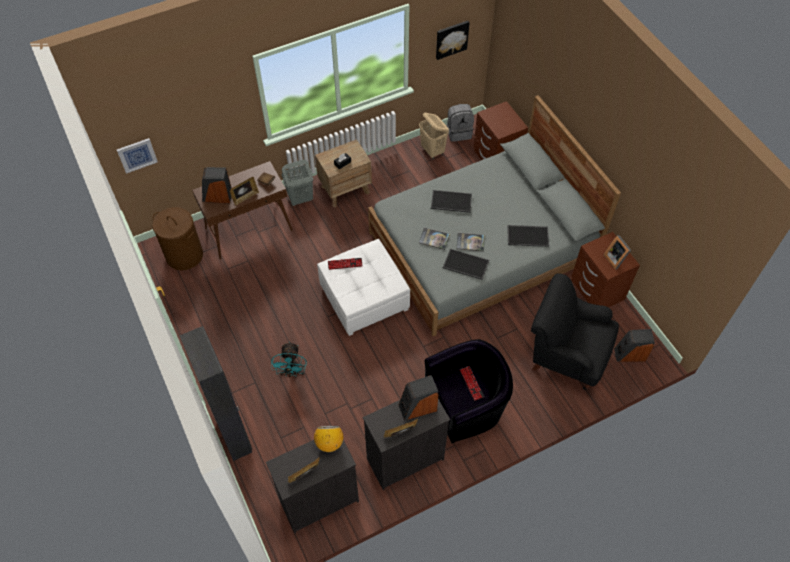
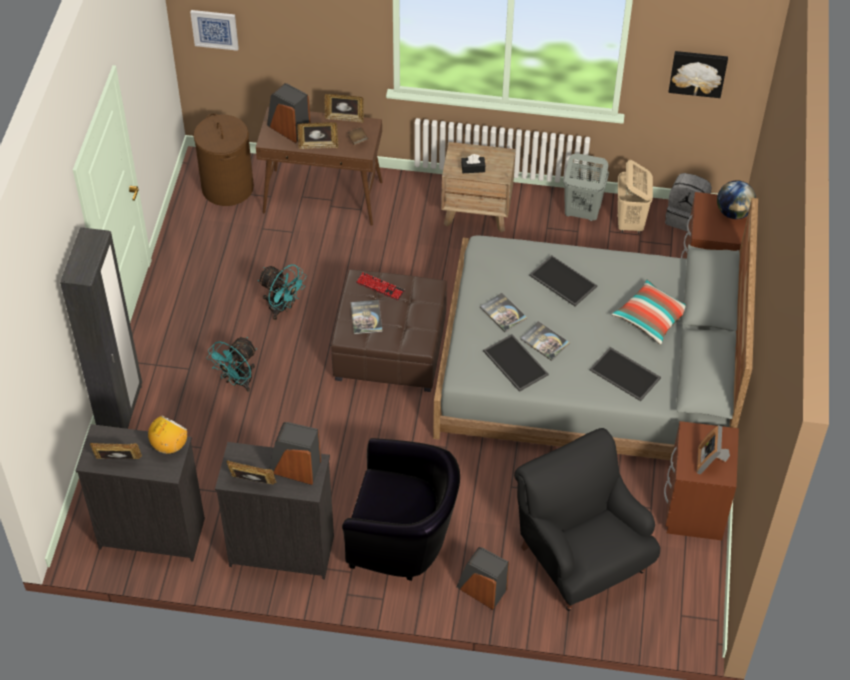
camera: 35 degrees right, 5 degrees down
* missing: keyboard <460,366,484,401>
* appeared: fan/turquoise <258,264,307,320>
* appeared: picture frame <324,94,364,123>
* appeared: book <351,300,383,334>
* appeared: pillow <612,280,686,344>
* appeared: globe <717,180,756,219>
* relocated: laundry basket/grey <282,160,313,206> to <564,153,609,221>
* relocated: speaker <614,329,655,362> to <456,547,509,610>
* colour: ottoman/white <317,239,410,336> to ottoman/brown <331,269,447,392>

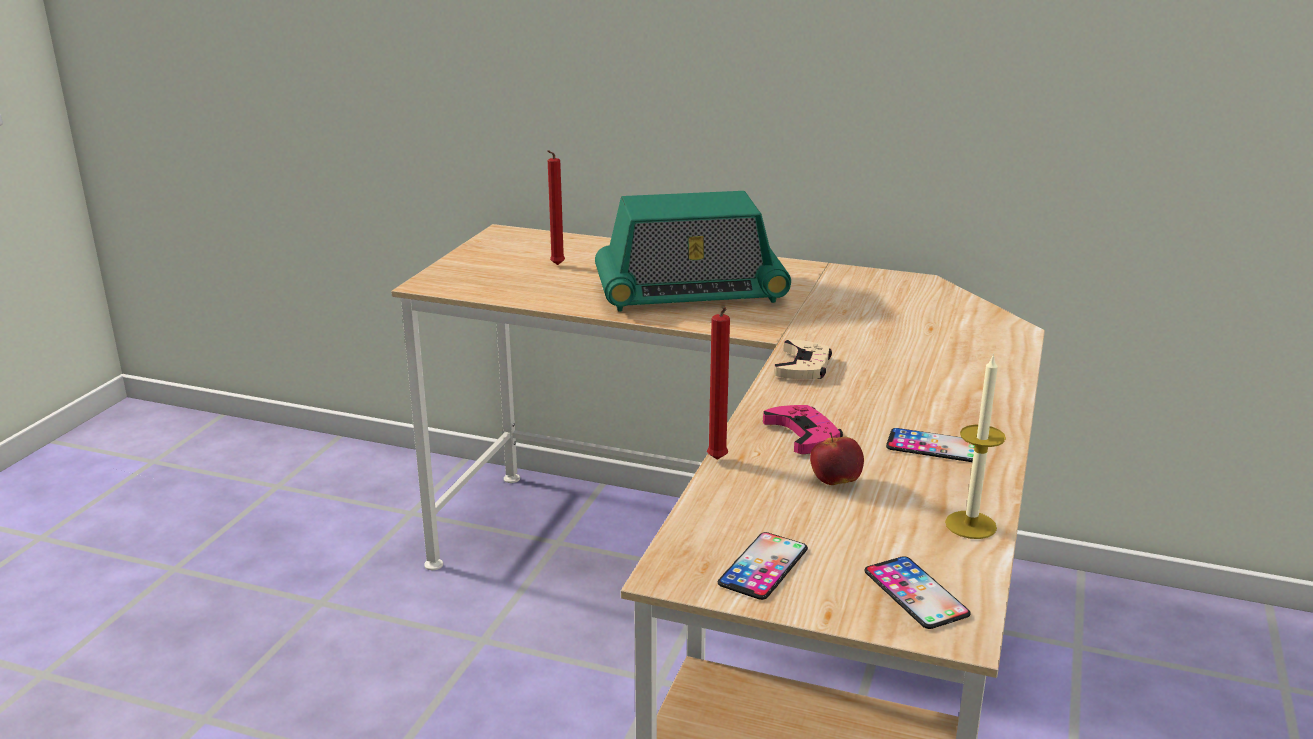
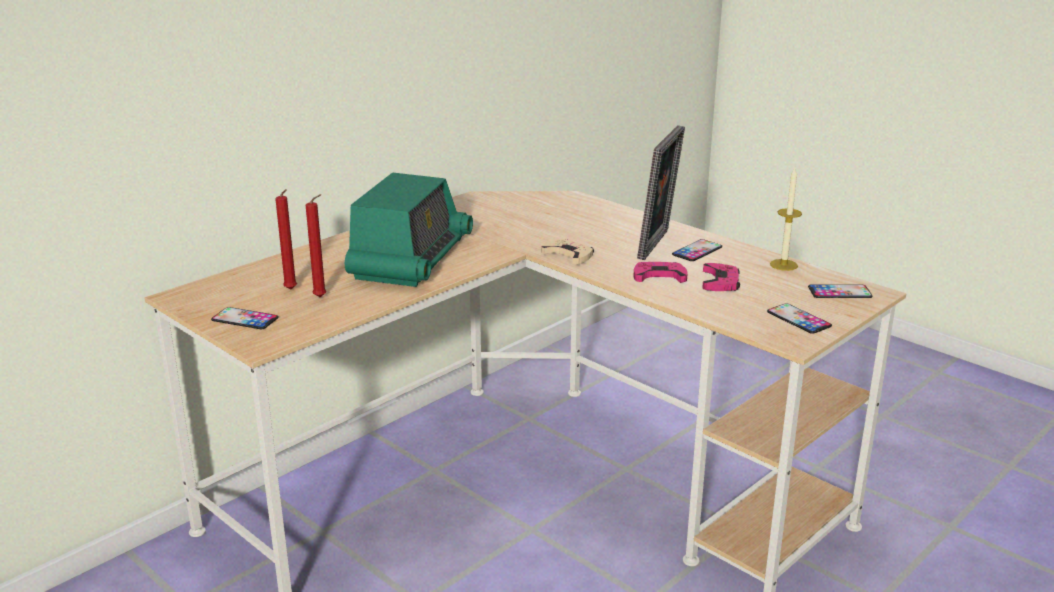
camera: 65 degrees left, 0 degrees up
* appeared: phone <211,307,279,329>
* appeared: picture frame <637,125,685,260>
* relocated: candle/red <707,307,730,460> to <306,194,327,297>
* exchanged: apple <810,432,864,485> to game controller/pink <702,263,740,291>

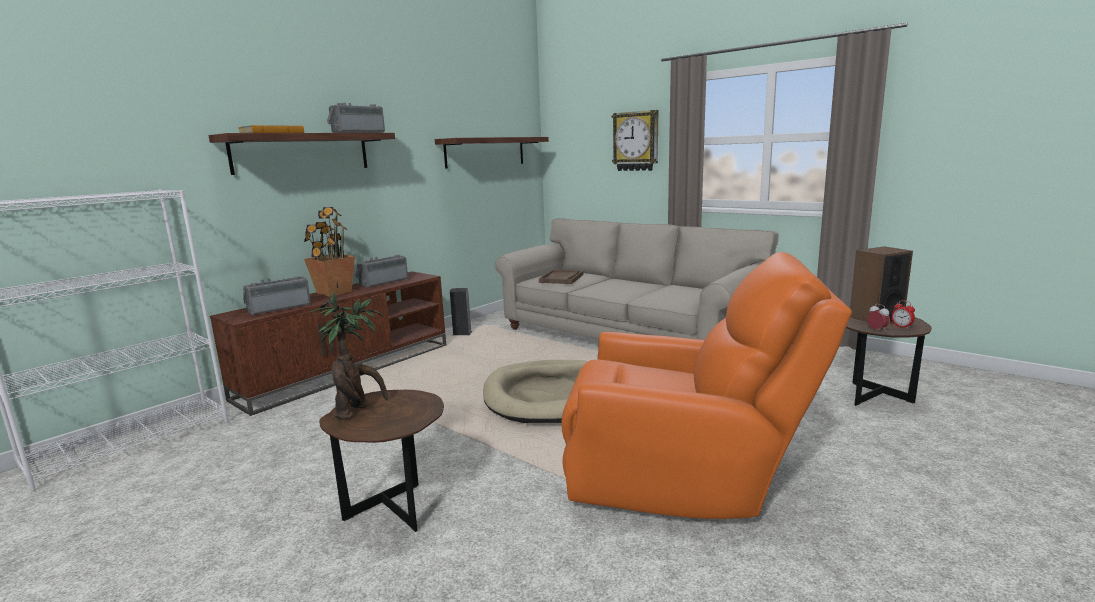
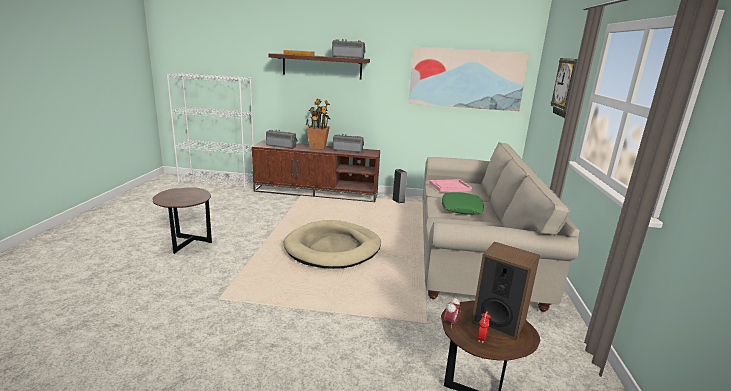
camera: 55 degrees right, 5 degrees up
* missing: potted plant <310,291,388,418>
* missing: armchair/orange <561,252,852,519>
* appeared: pillow/green <442,192,484,215>
* exchanged: shelf <435,137,549,168> to picture <408,46,529,111>
* colour: tray/brown <539,270,584,284> to tray/pink <429,179,472,192>

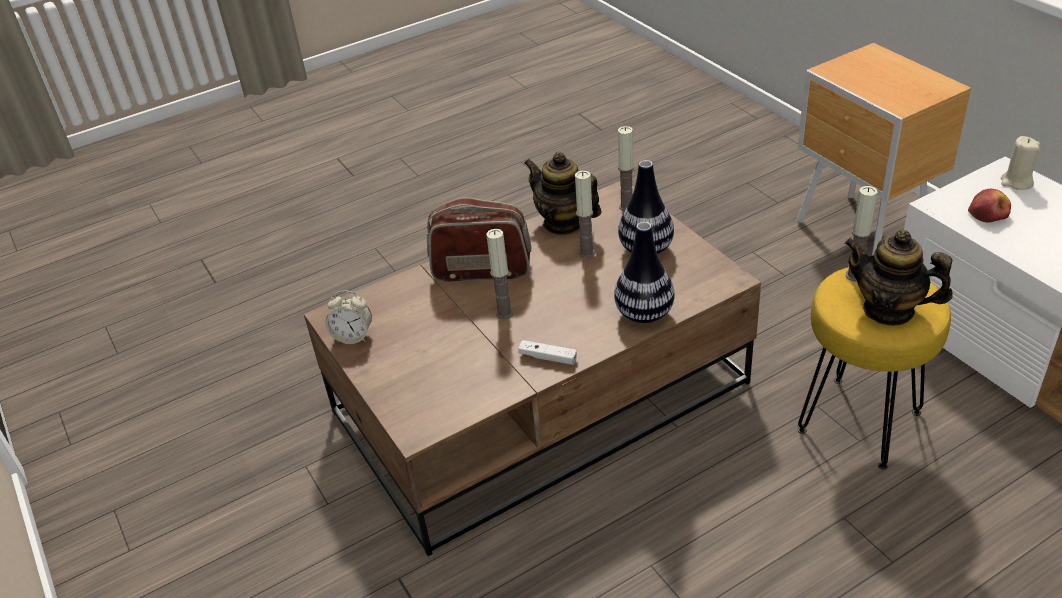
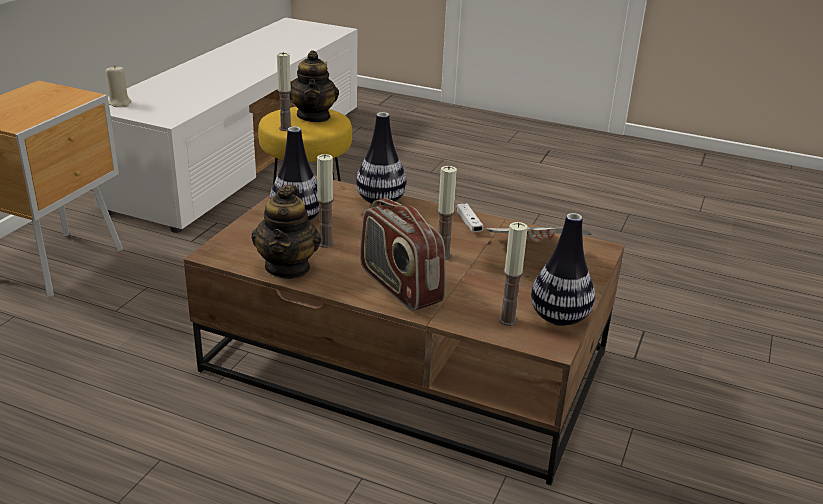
camera: 130 degrees left, 10 degrees down
* missing: apple <968,189,1011,222>
* appeared: newspaper <486,227,593,242>
* relocated: candle <618,126,634,211> to <499,222,528,326>
* exchanged: alarm clock <326,291,372,344> to vase <531,213,595,326>

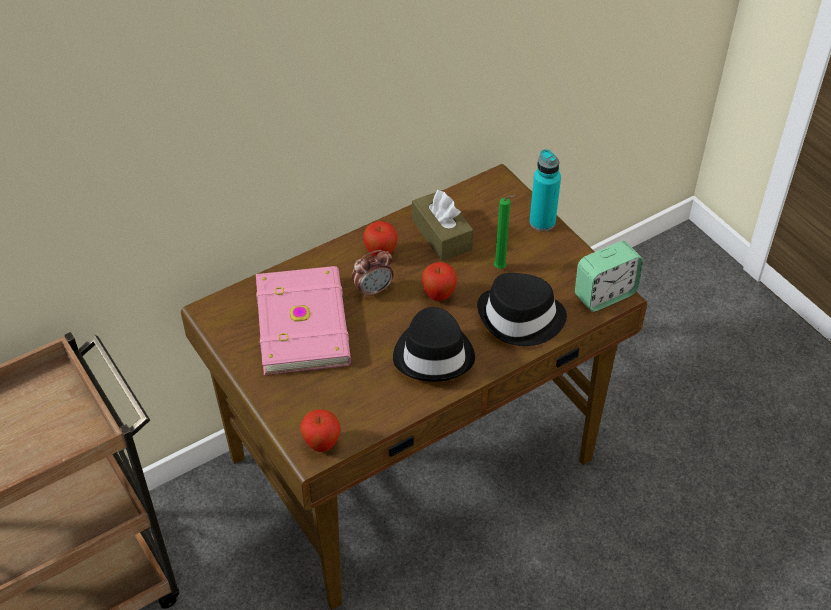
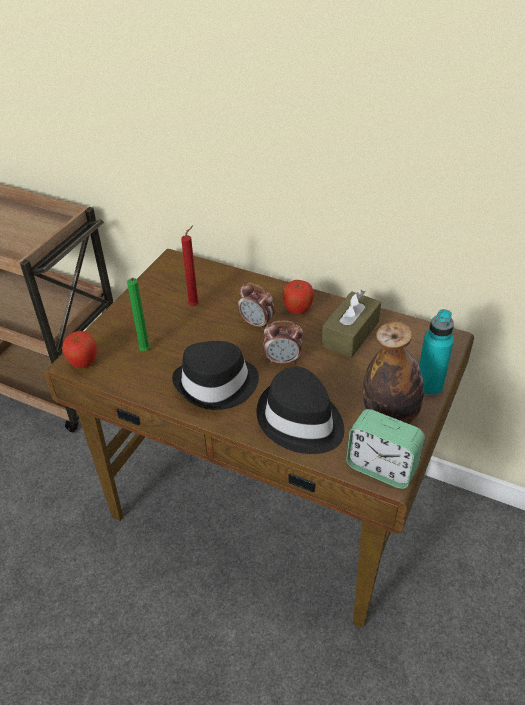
camera: 60 degrees right, 5 degrees down
* appeared: bottle <363,321,424,424>
* relocated: candle/green <494,195,516,269> to <127,278,150,351>
* exchanged: book/pink <256,266,351,375> to candle/red <181,225,199,306>
* exchanged: apple <422,262,457,301> to alarm clock <263,320,303,364>

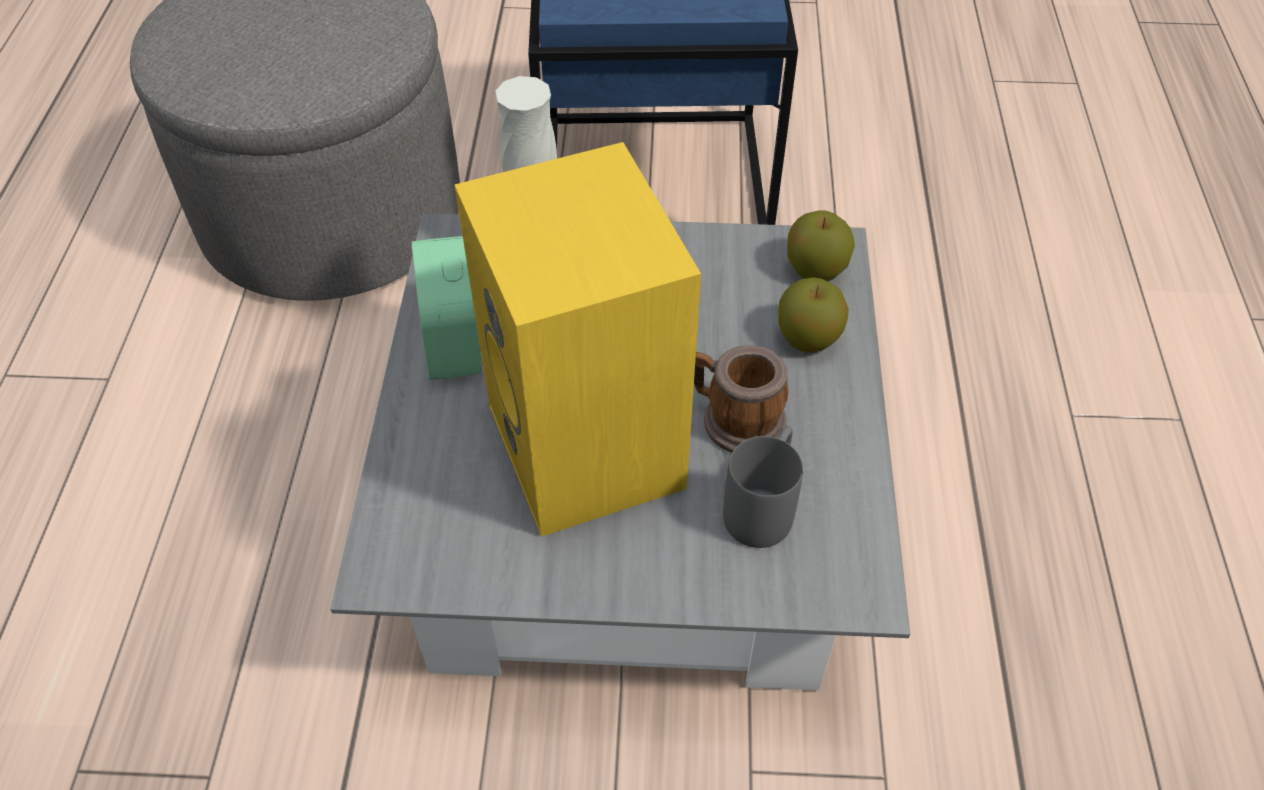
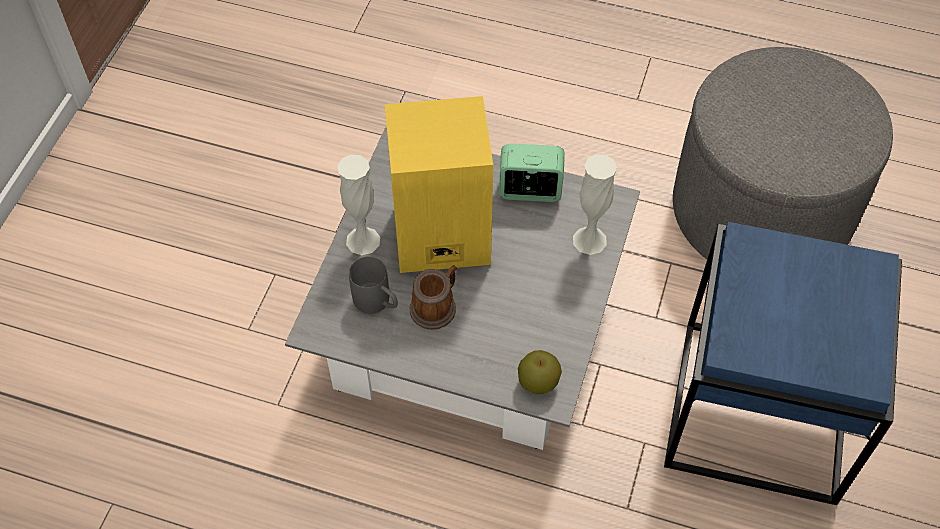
camera: 105 degrees right, 5 degrees up
* missing: apple <778,277,849,353>
* appeared: vase/white <337,155,380,255>

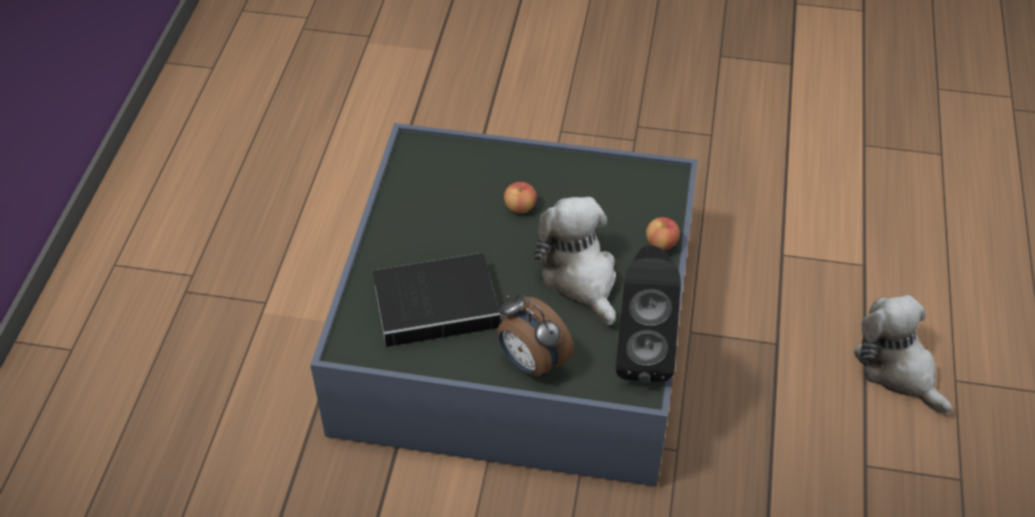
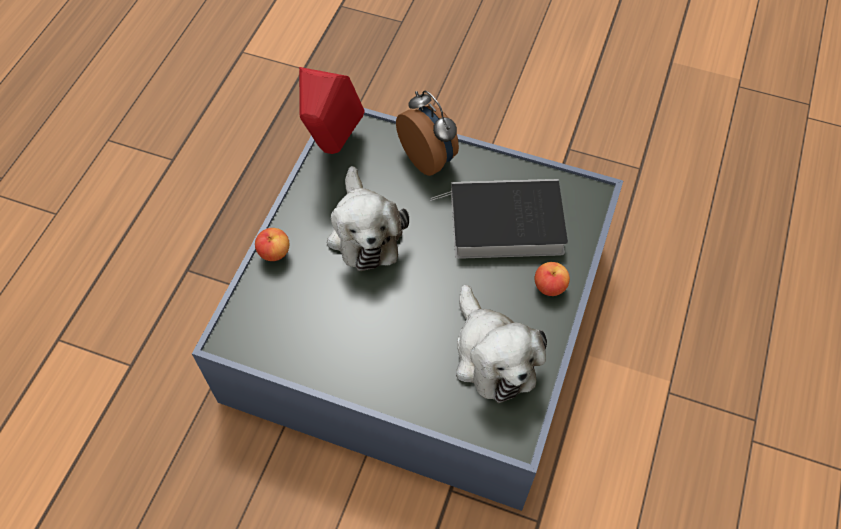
camera: 170 degrees left, 10 degrees up
* relocated: apple <504,182,537,213> to <535,262,570,296>
* relocated: plush toy <854,295,952,414> to <456,285,547,403>
* colour: speaker/black <616,245,681,383> to speaker/red <299,67,365,154>

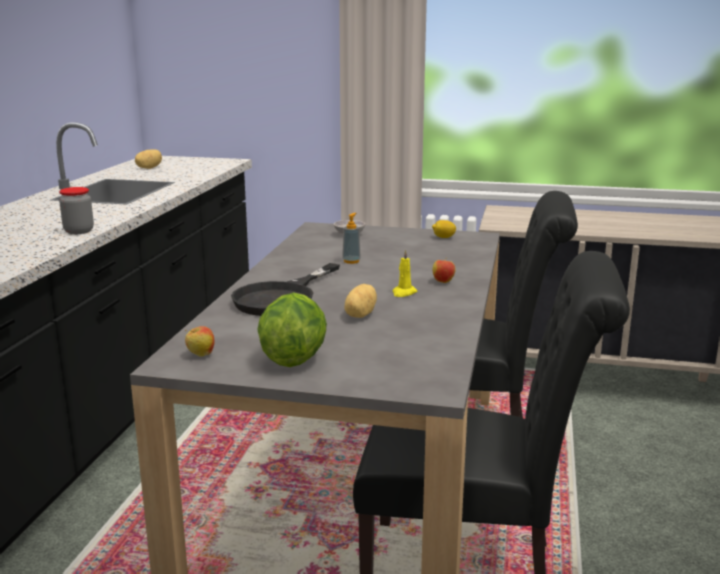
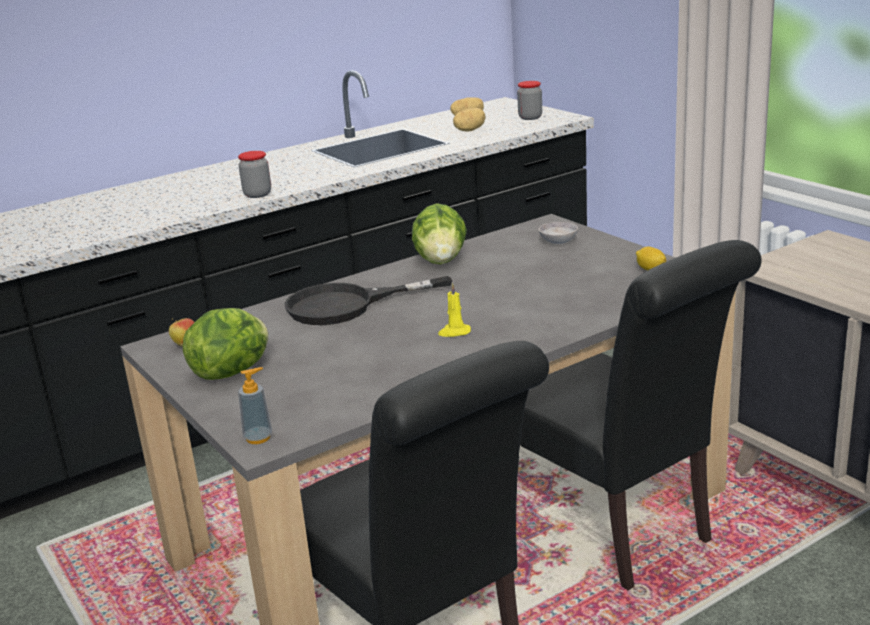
camera: 45 degrees right, 5 degrees up
* missing: apple <433,258,455,283>
* appeared: lettuce <412,203,467,264>
* appeared: jar <517,81,542,120>
* relocated: soap dispenser <342,213,361,264> to <238,367,272,444>
* relocated: potato <344,284,377,318> to <453,108,486,132>

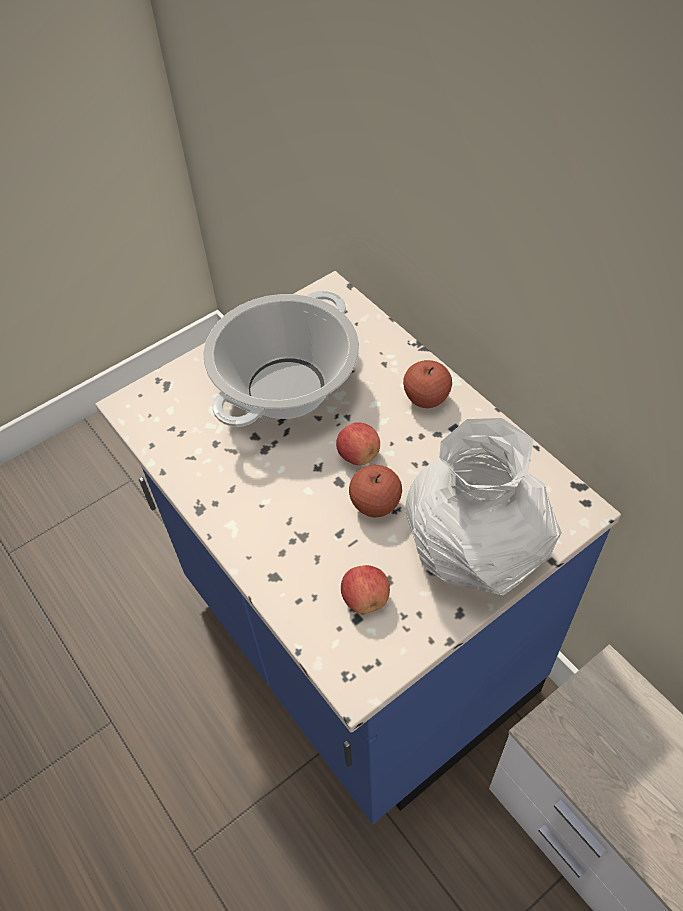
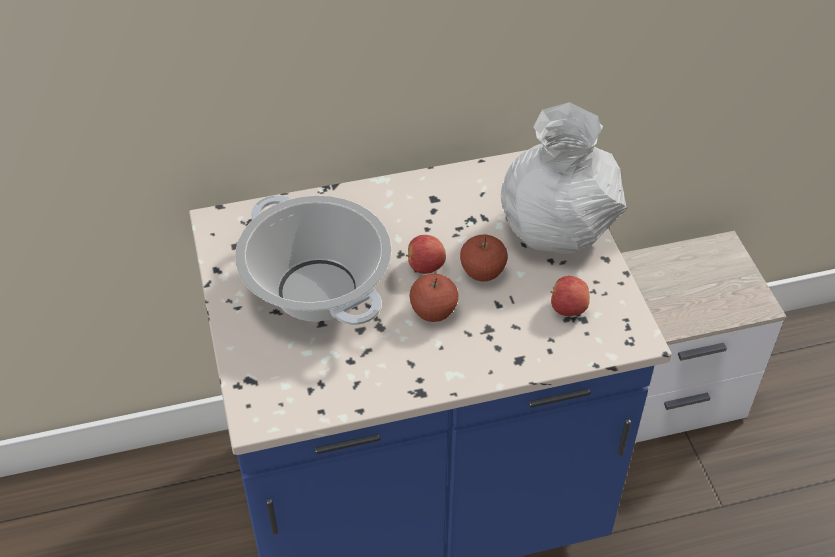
camera: 70 degrees left, 5 degrees down
* relocated: apple <403,360,452,408> to <410,274,458,322>

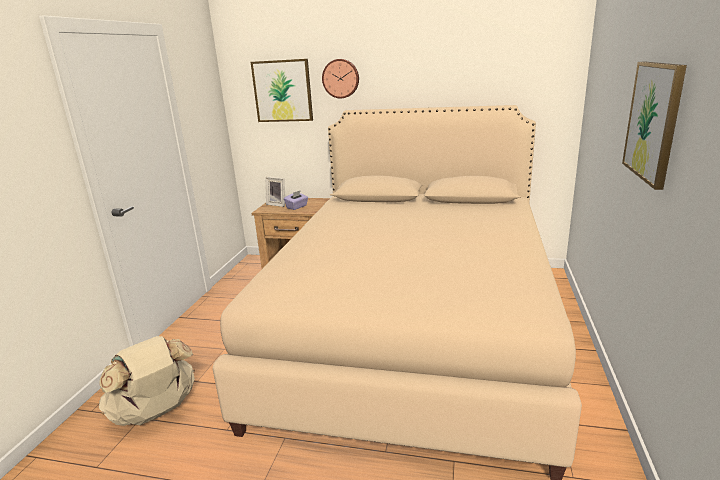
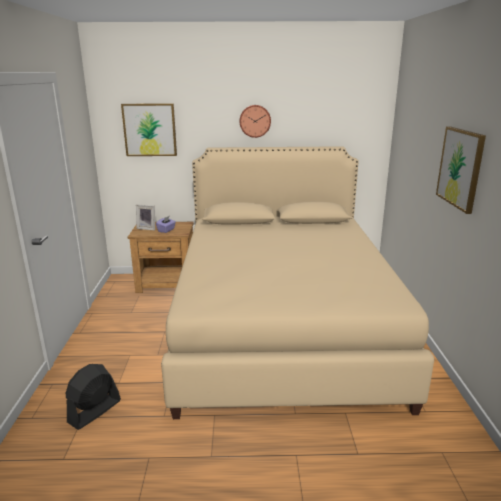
camera: 15 degrees left, 0 degrees up
* relocated: wall clock <322,59,359,98> to <240,105,271,138>
* exchanged: backpack/beige <99,336,195,426> to fan/black <66,364,121,430>

